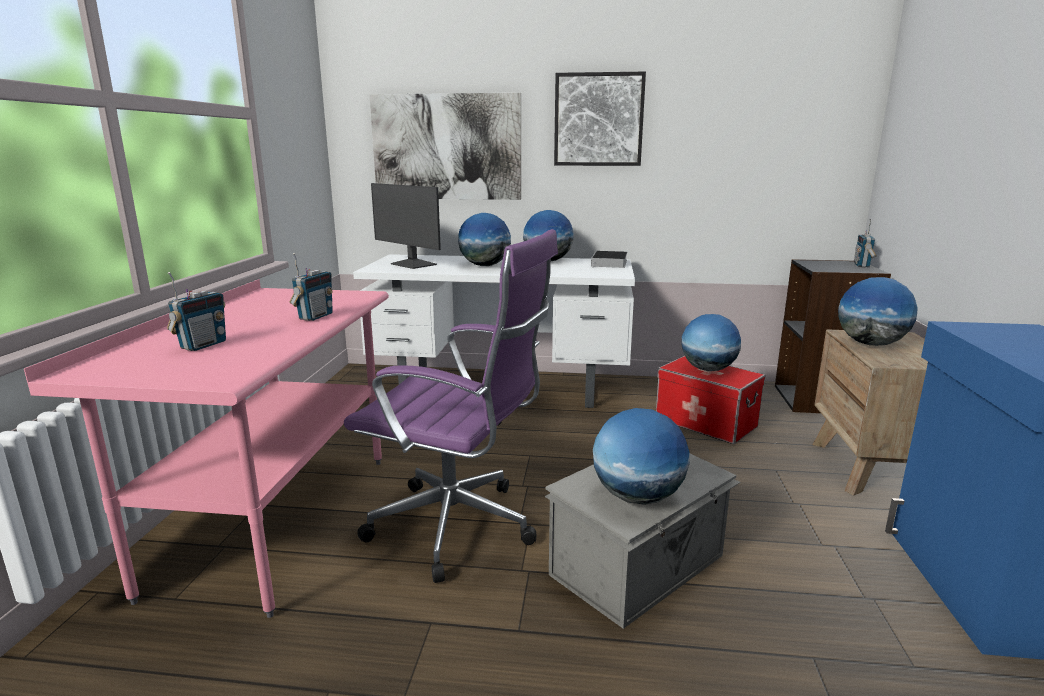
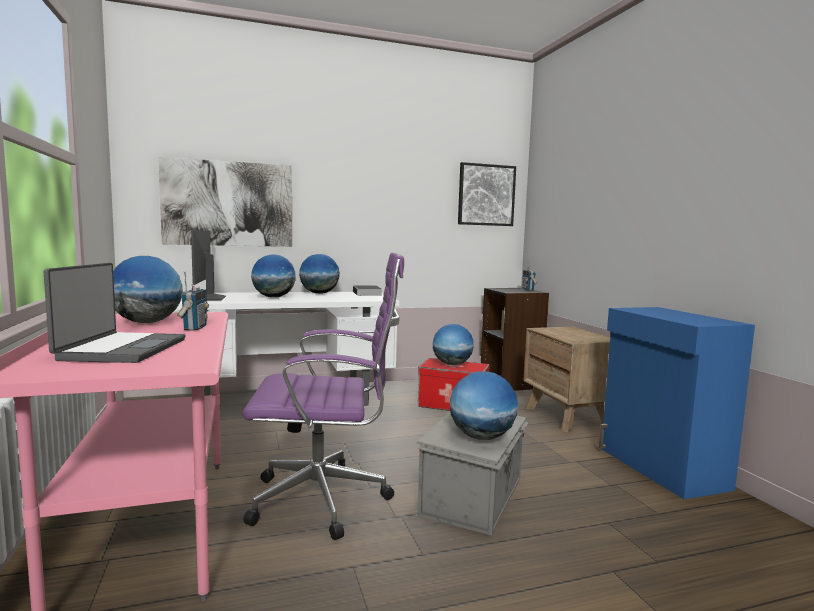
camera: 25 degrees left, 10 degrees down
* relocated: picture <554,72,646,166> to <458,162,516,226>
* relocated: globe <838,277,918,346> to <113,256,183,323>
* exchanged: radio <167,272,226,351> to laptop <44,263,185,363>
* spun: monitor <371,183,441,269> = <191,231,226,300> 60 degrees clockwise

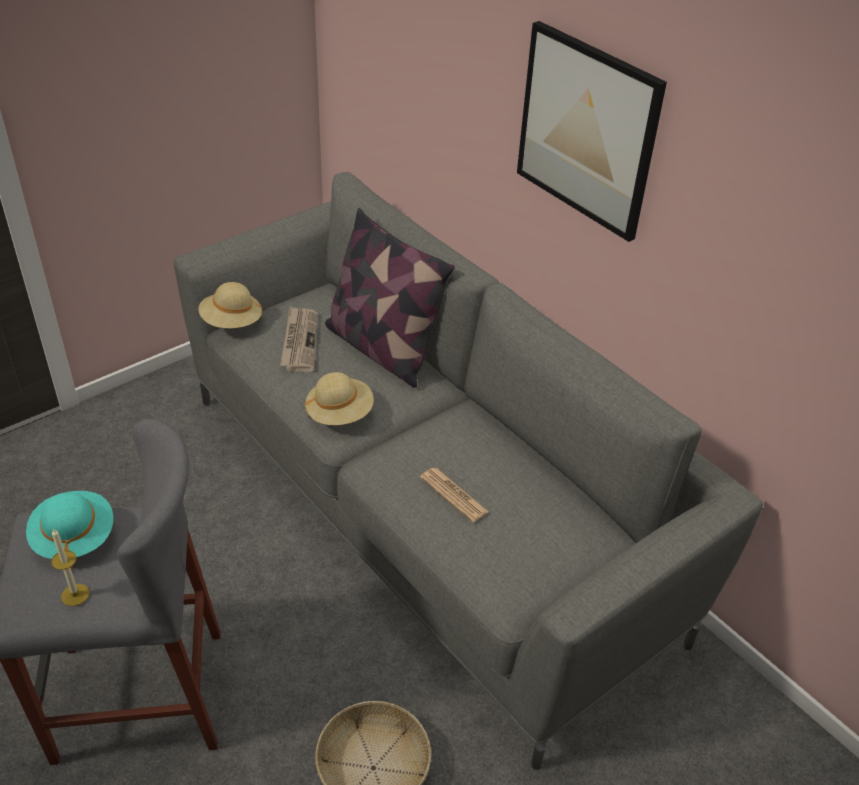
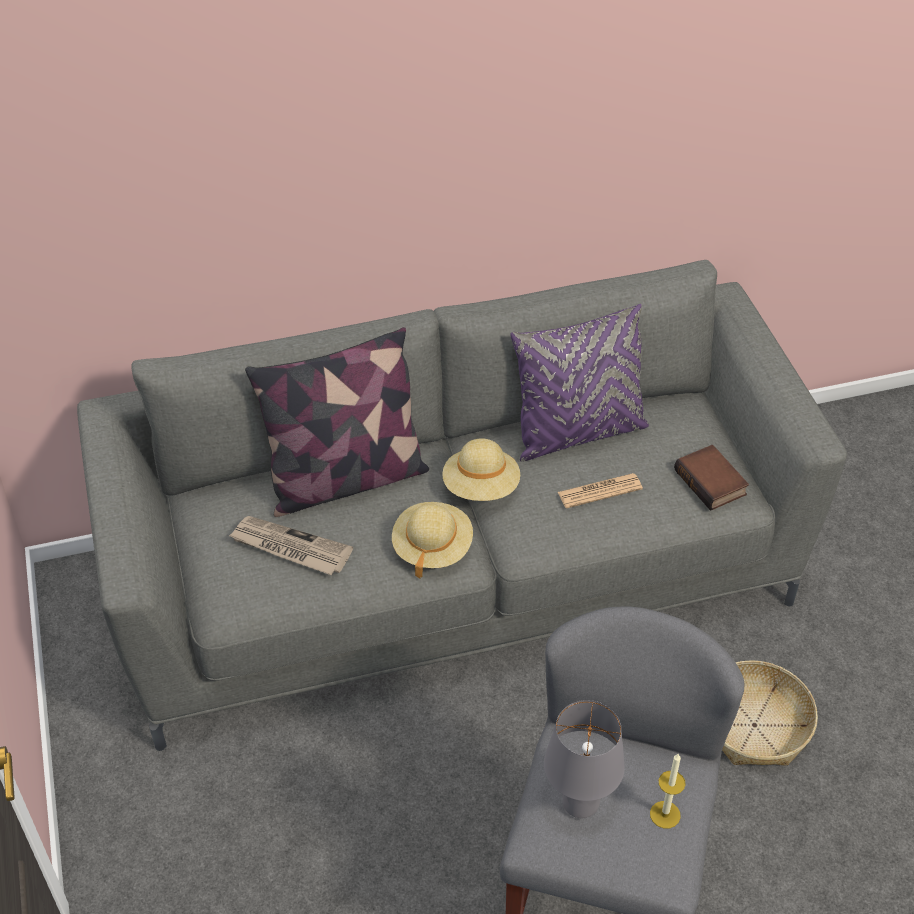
camera: 65 degrees left, 5 degrees up
* missing: picture <517,21,667,242>
* appeared: pillow/purple <510,304,649,462>
* appeared: book <674,445,749,511>
* relocated: hat/beige <199,282,263,328> to <442,438,520,501>
* exchanged: hat/turquoise <26,491,113,570> to table lamp/grey <544,700,625,818>

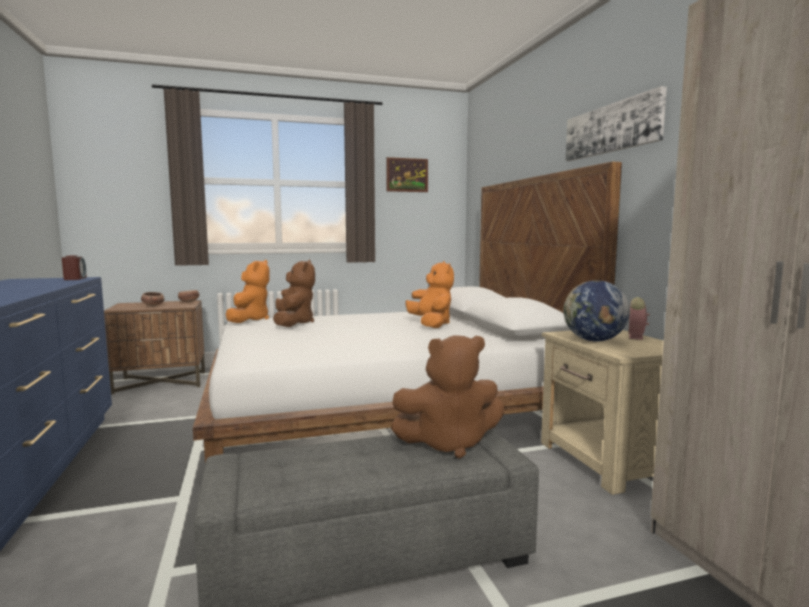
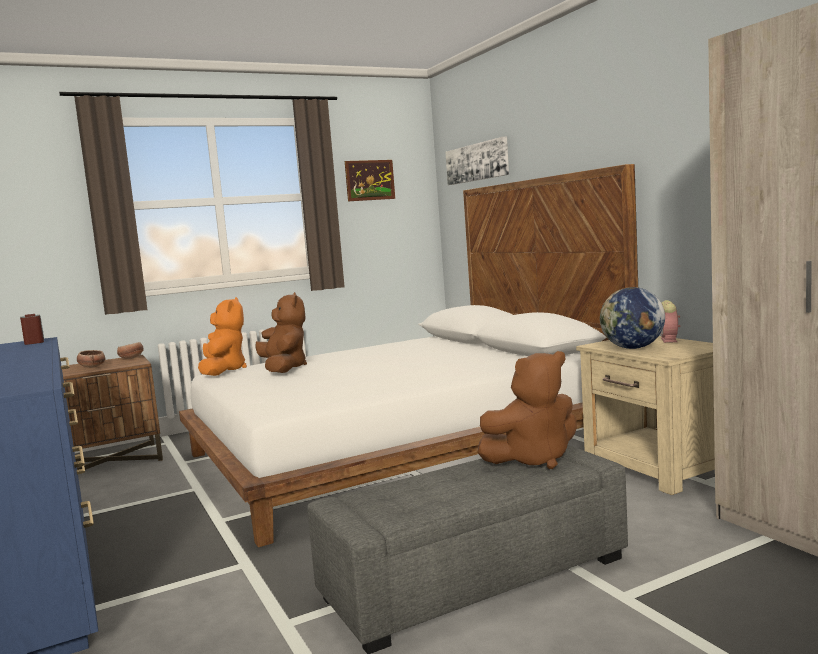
camera: 10 degrees left, 0 degrees up
* missing: plush toy/orange <406,261,454,328>
* relocated: picture <566,86,667,161> to <445,136,509,185>

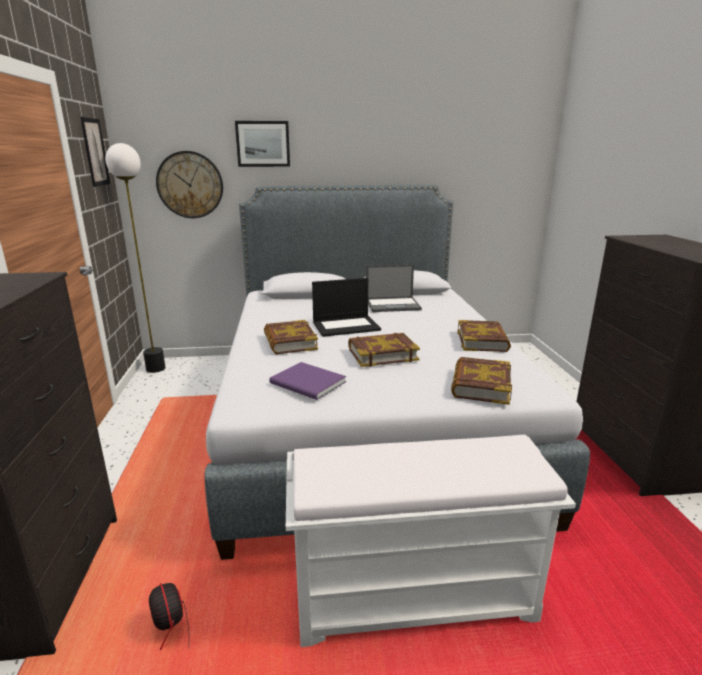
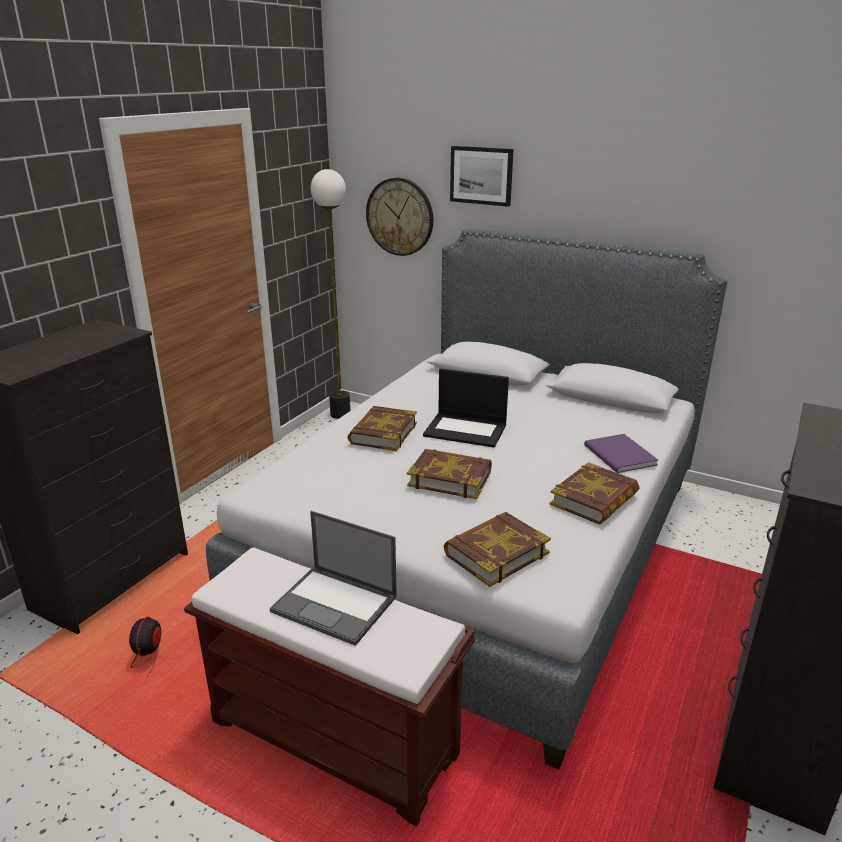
camera: 35 degrees right, 5 degrees up
* missing: picture <80,117,110,187>
* relocated: book/purple <269,362,346,400> to <584,434,658,473>
* relocated: laptop <366,265,422,312> to <270,511,397,646>
* colour: bench/white <286,435,576,647> to bench/brown <184,547,475,826>

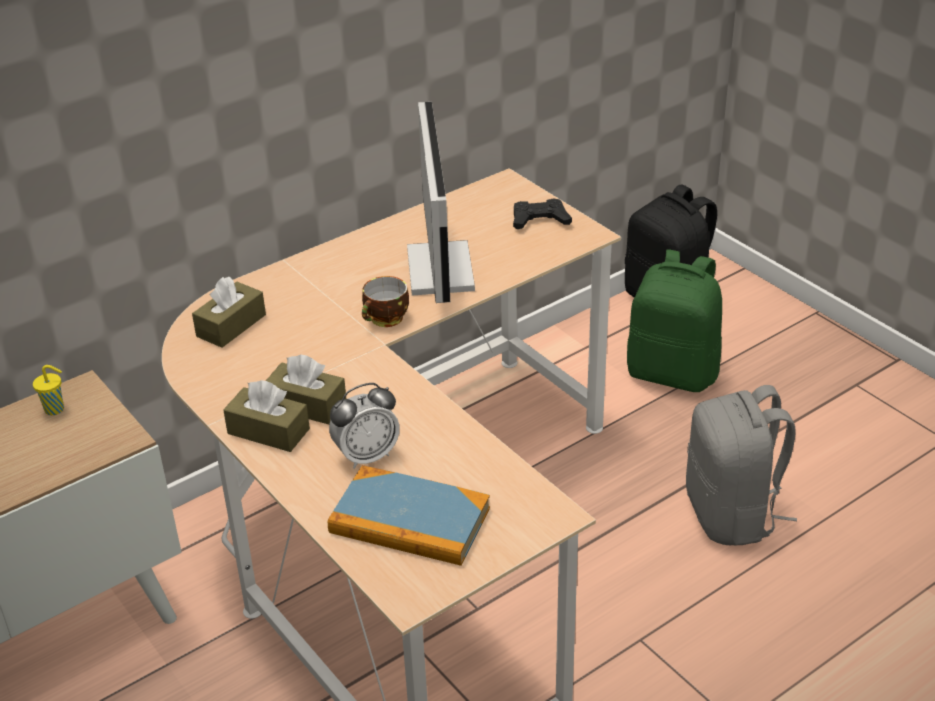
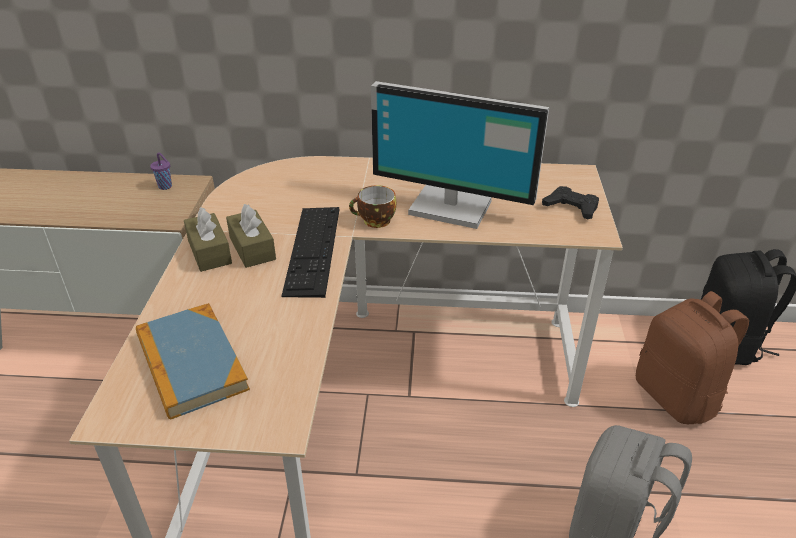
camera: 40 degrees right, 0 degrees up
* missing: tissue box/brown <192,277,266,348>
* missing: alarm clock <329,383,400,469>
* appeared: keyboard <282,207,339,298>
* colour: cup/yellow <33,365,64,415> to cup/purple <150,153,172,190>
* colour: backpack/green <627,250,722,392> to backpack/brown <636,291,749,424>
* spun: monitor <407,102,475,303> = <371,81,549,229> 75 degrees clockwise

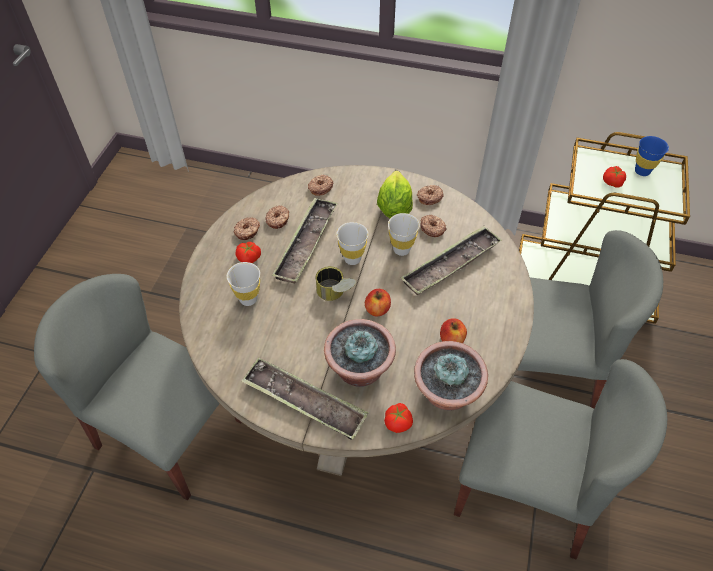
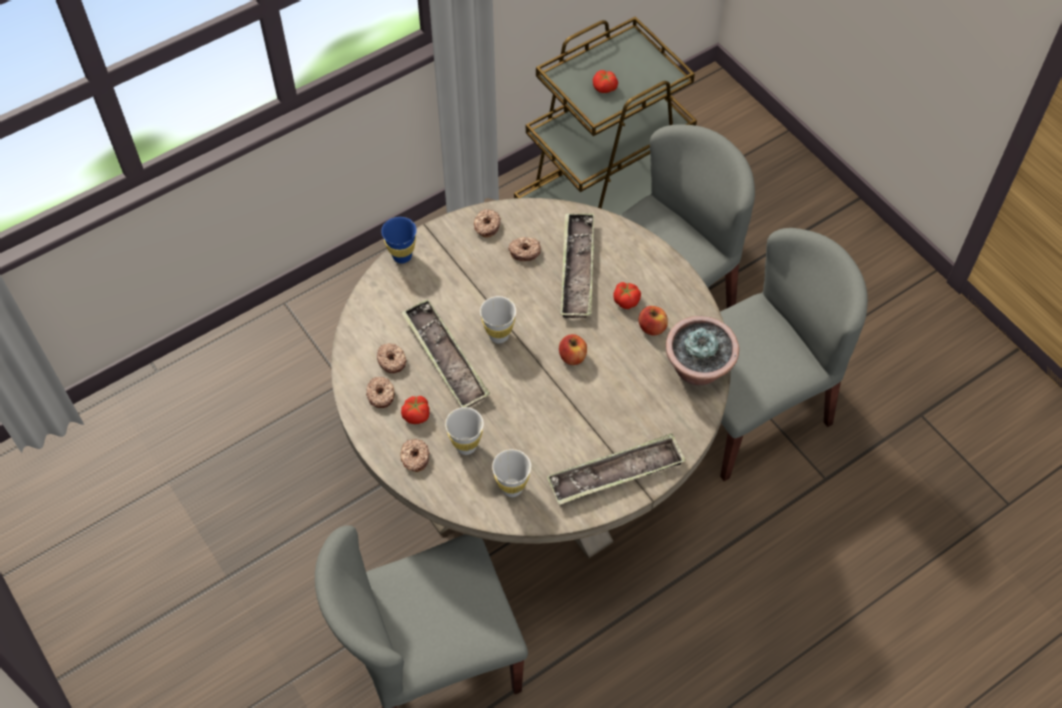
camera: 50 degrees left, 5 degrees up
* missing: can <316,266,356,301>
* missing: potted plant <324,319,396,387>
* missing: lettuce <377,171,413,218>
* relocated: donut <308,175,333,196> to <400,439,430,472>
* relocated: tomato <384,403,413,433> to <613,282,641,309>
* relocated: cup/white <388,213,420,256> to <492,449,531,497>
* relocated: cup/blue <635,136,669,176> to <381,217,416,263>

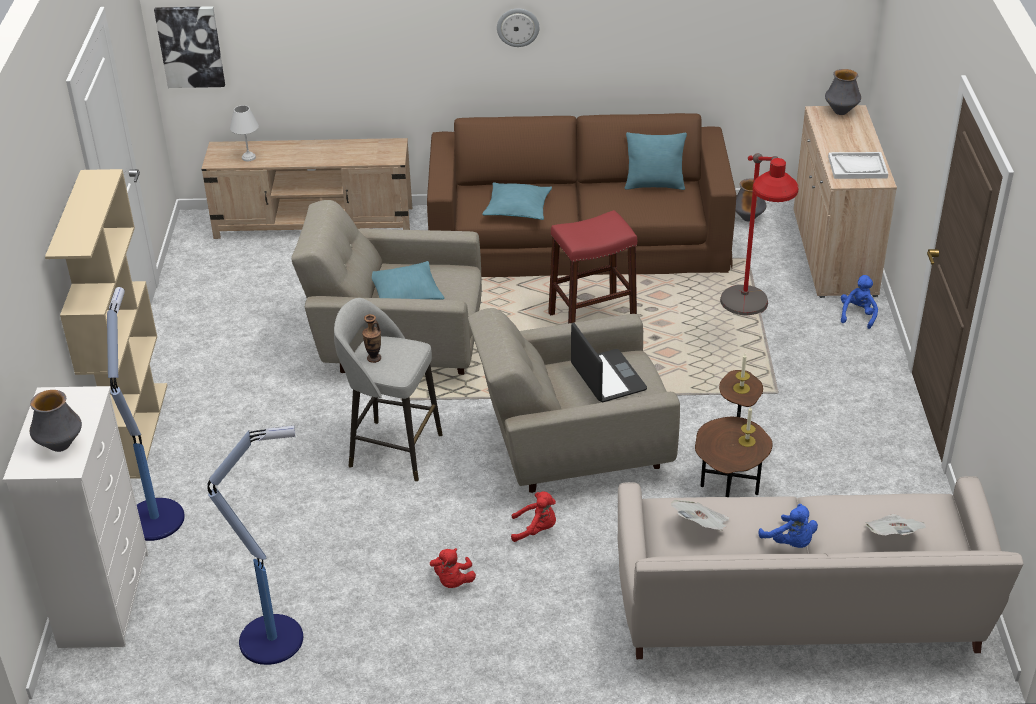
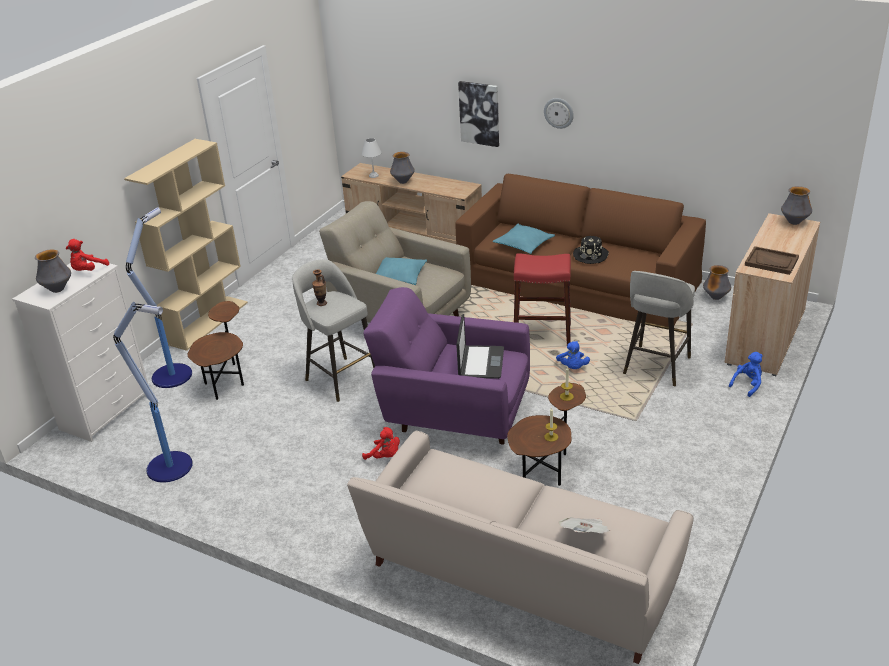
camera: 30 degrees right, 5 degrees down
* missing: pillow/turquoise <625,132,687,190>
* missing: newspaper <671,500,730,531>
* appeared: side table/brown <188,301,244,400>
* appeared: vase <390,152,415,184>
* appeared: hat/black <573,236,609,264>
* relocated: picture <154,6,225,88> to <458,81,499,147>
* relocated: plush toy/red <430,548,476,588> to <66,239,109,271>
* relocated: plush toy/blue <758,504,818,548> to <556,341,590,369>
* exchanged: floor lamp/red <720,153,798,315> to stool/grey <623,271,695,386>
* colour: armchair/beige <468,308,680,493> to armchair/purple <363,287,530,445>
* colour: tray/white <828,152,888,179> to tray/brown <745,246,799,275>

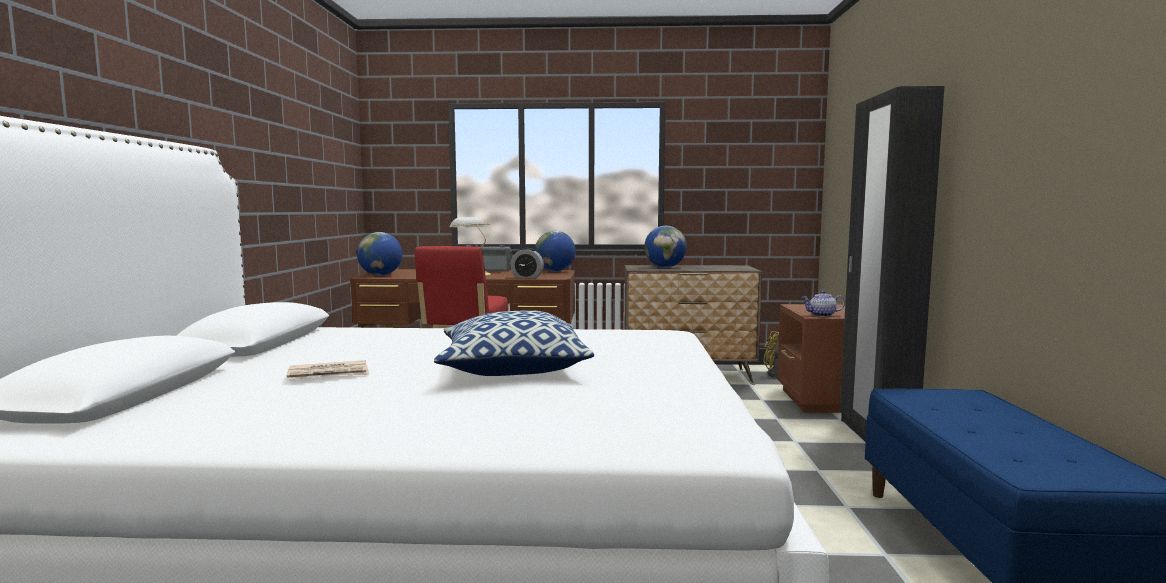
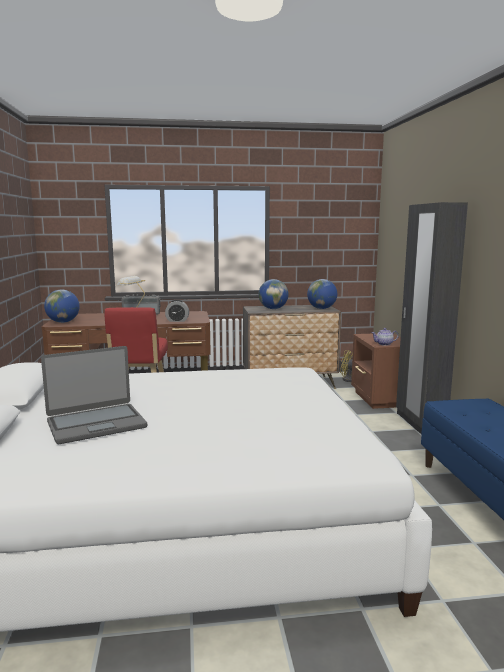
camera: 10 degrees left, 5 degrees up
* missing: pillow <434,310,594,376>
* relocated: globe <535,231,576,272> to <307,279,337,309>
* exchanged: newspaper <287,360,369,379> to laptop <41,346,147,444>

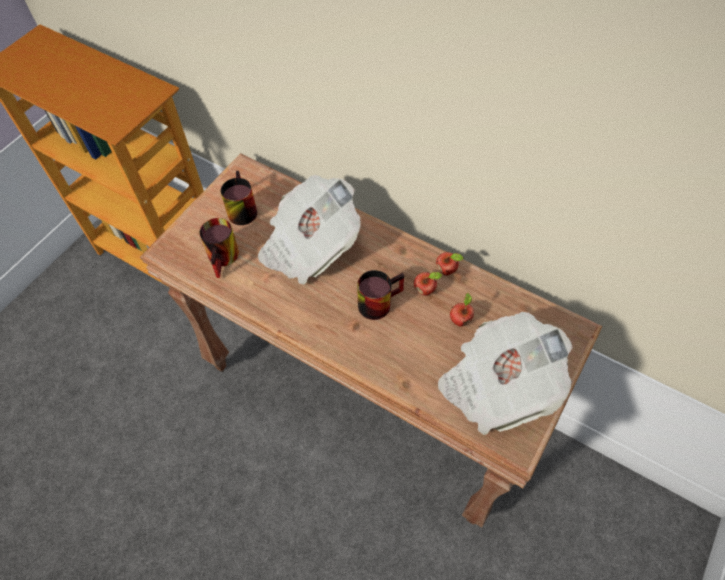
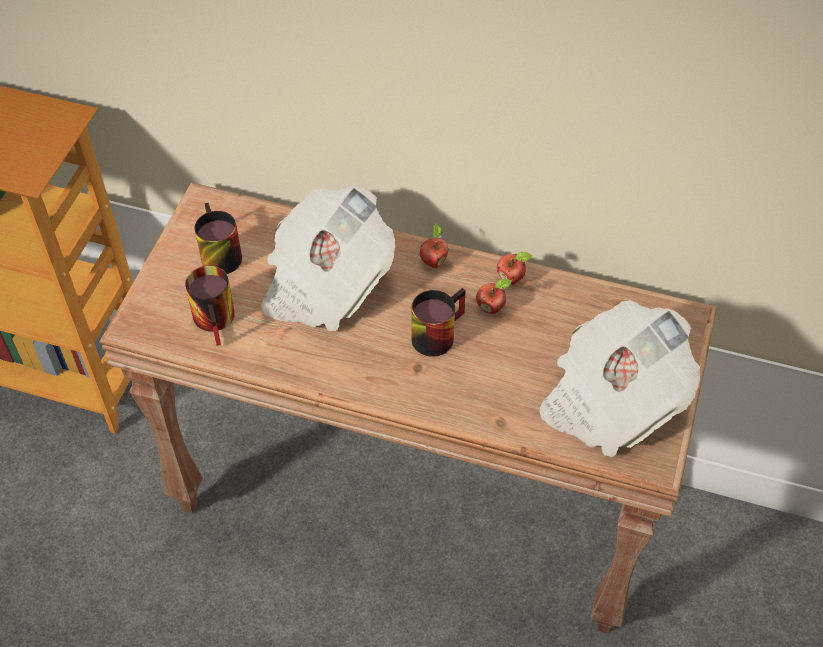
camera: 15 degrees left, 5 degrees down
* relocated: apple <450,293,474,327> to <420,223,449,268>

